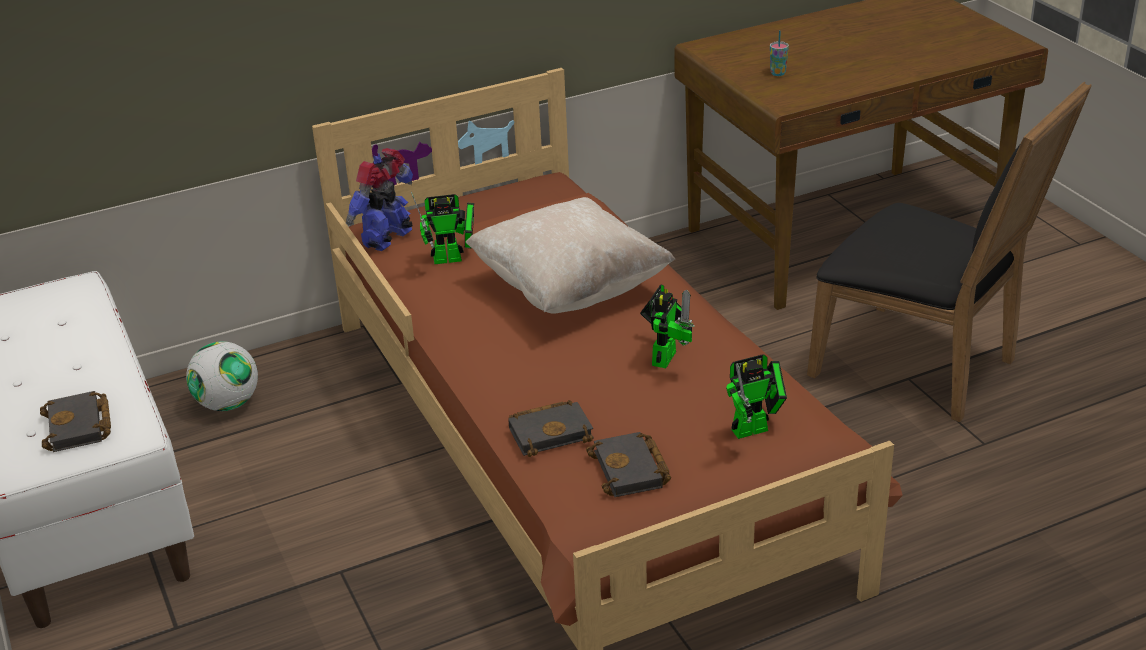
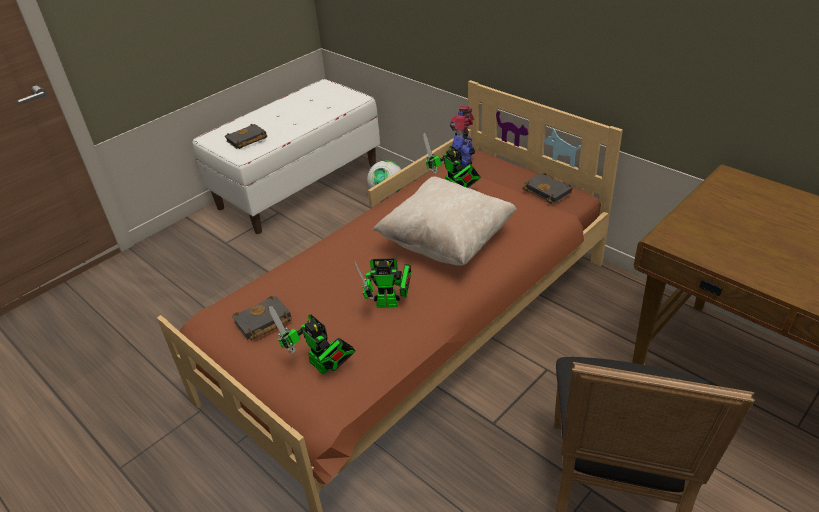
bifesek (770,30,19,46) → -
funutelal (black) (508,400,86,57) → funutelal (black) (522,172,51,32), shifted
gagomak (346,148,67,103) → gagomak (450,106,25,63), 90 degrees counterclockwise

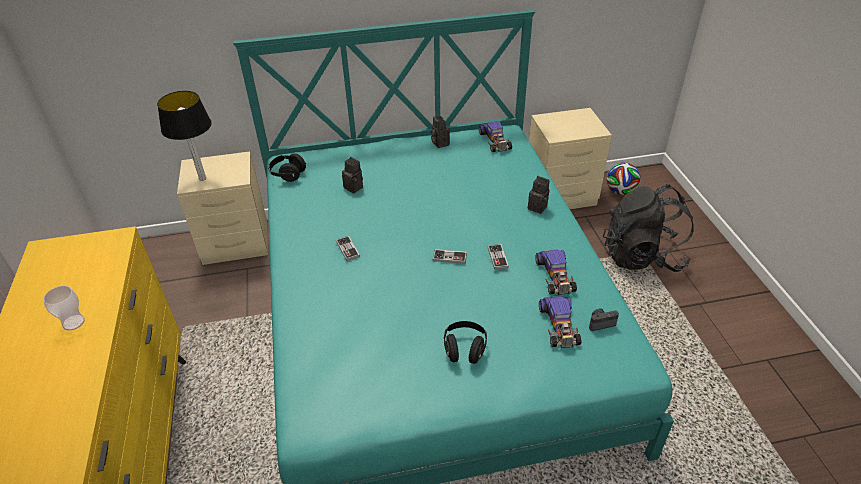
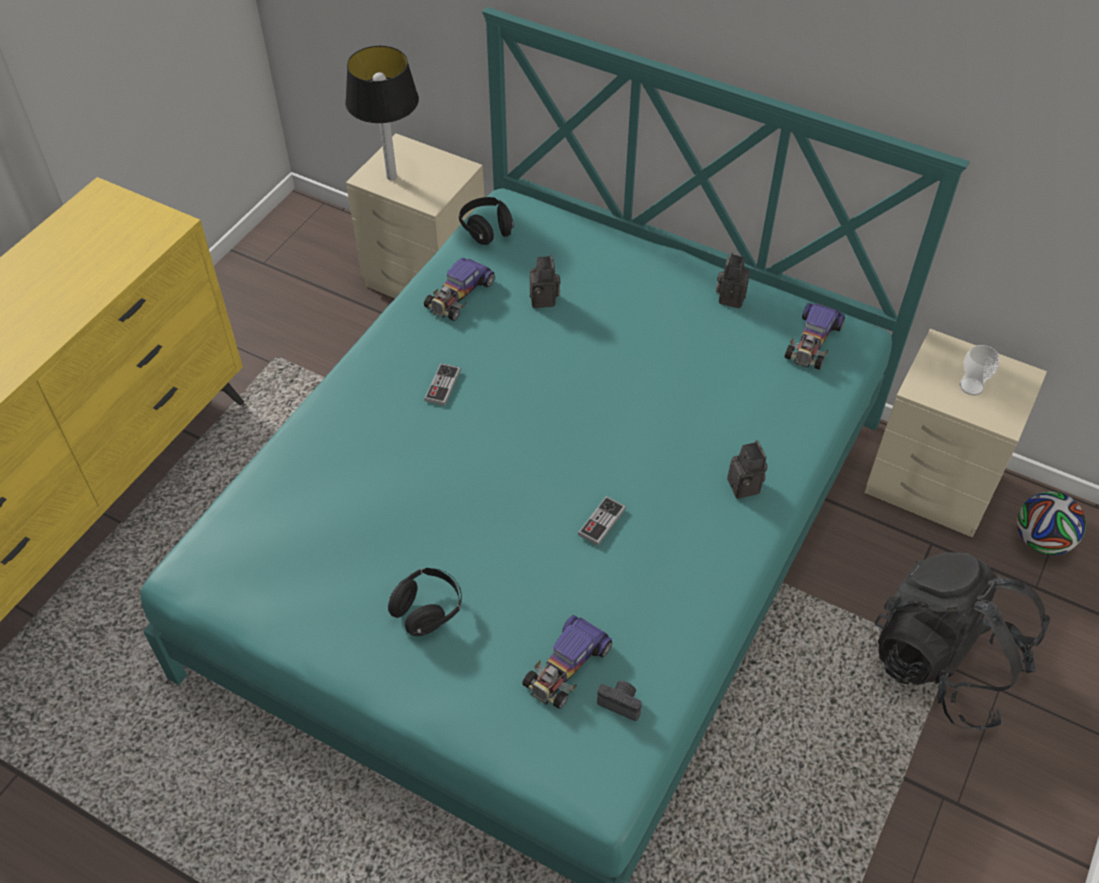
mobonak (433,249,34,15) → -
bifesek (43,286,42,45) → bifesek (960,345,39,51), shifted
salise (535,249,42,46) → salise (424,258,71,63), shifted

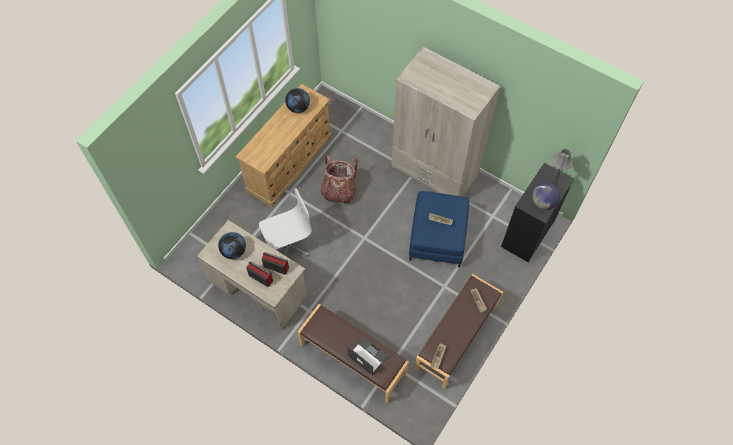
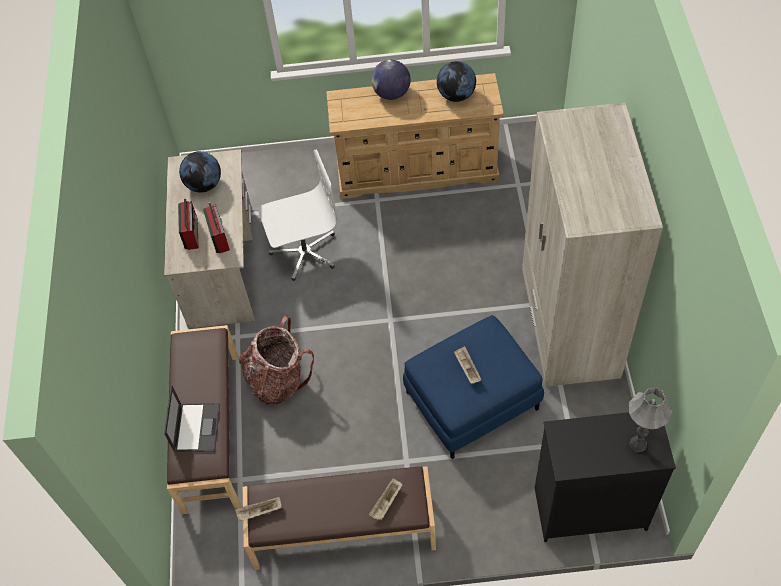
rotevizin (321,156,37,47) → rotevizin (239,316,75,89), shifted
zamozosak (532,182,28,28) → zamozosak (371,60,40,40), shifted
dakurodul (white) (259,188,53,69) → dakurodul (white) (258,150,80,131), 45 degrees counterclockwise

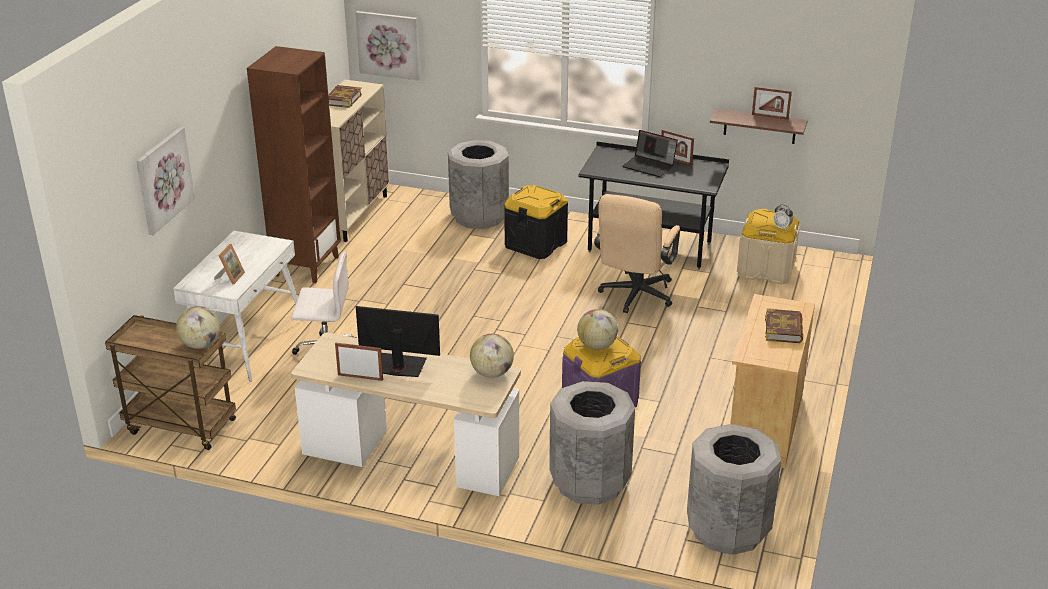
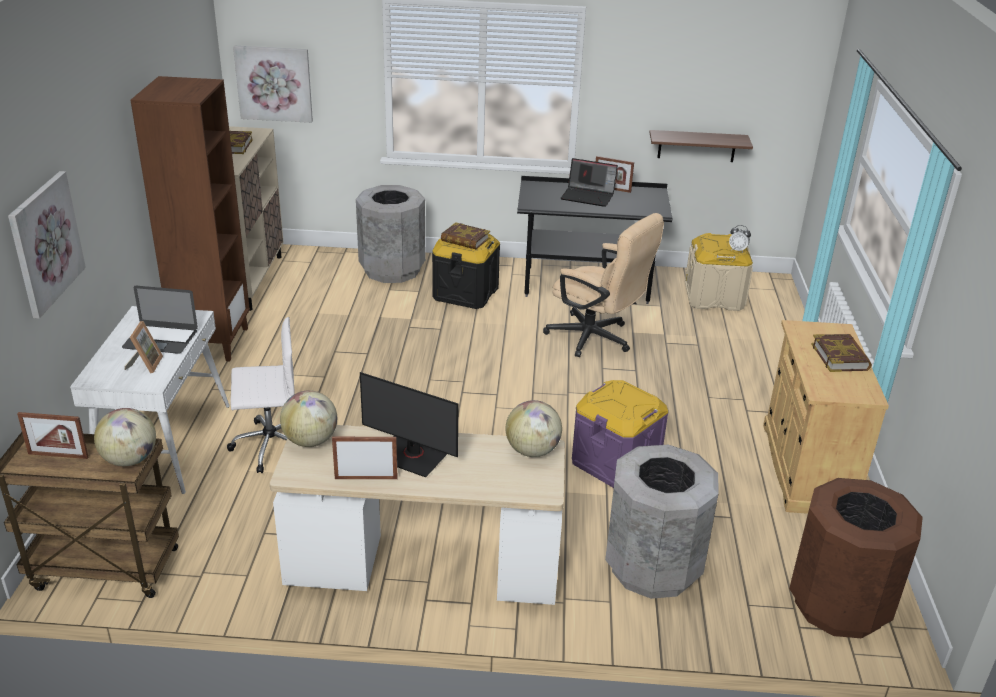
- → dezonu (122,286,76,68)
- → funutelal (441,222,49,27)
zamozosak (577,309,41,41) → zamozosak (280,390,57,57), shifted
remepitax (752,87,40,33) → remepitax (17,412,71,47), shifted
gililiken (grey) (687,424,94,131) → gililiken (brown) (789,478,134,160)
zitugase (356,306,84,71) → zitugase (360,372,99,105), 150 degrees counterclockwise
dakurodul (beige) (594,194,86,119) → dakurodul (beige) (543,213,121,144), 60 degrees counterclockwise

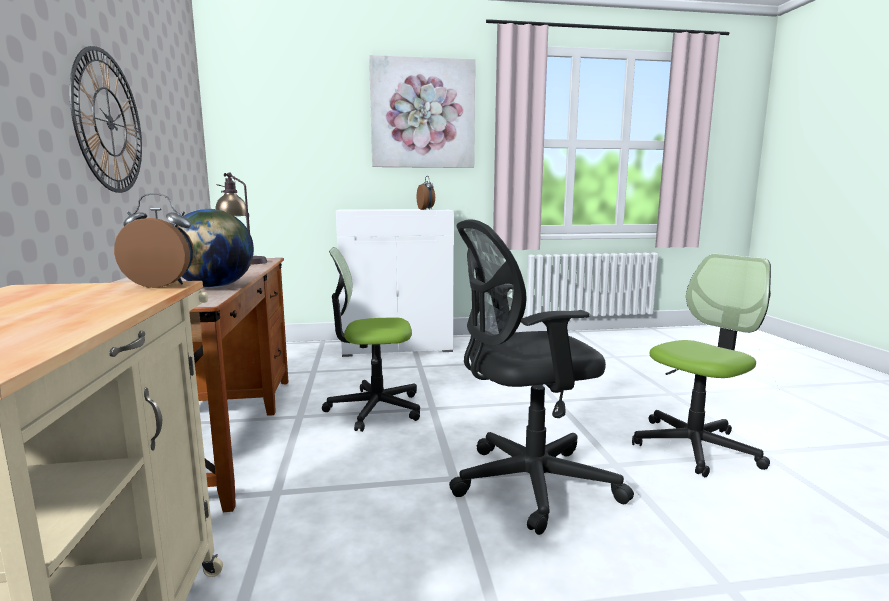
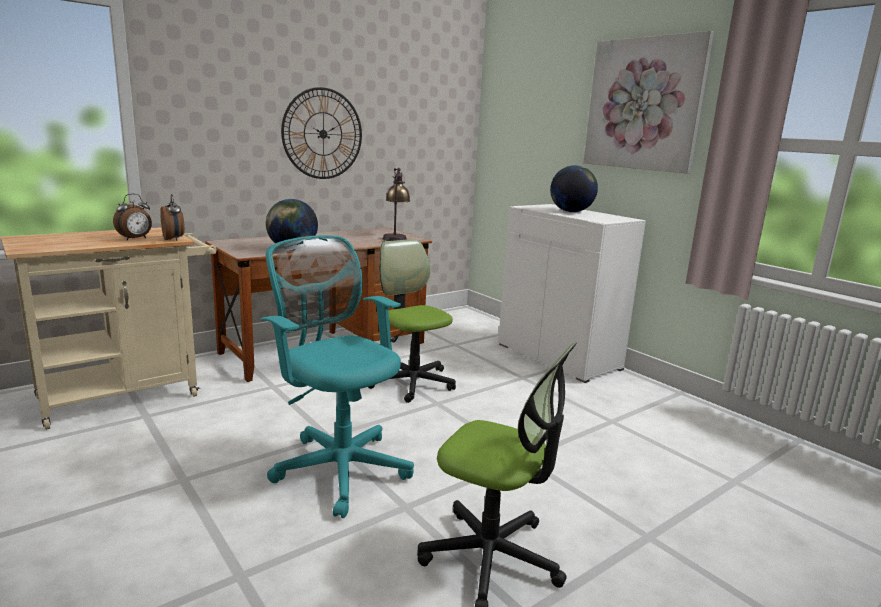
- → zamozosak (550,165,48,47)
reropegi (417,176,18,34) → reropegi (113,194,39,46), shifted
dakurodul (black) (449,219,185,316) → dakurodul (turquoise) (260,235,154,283)

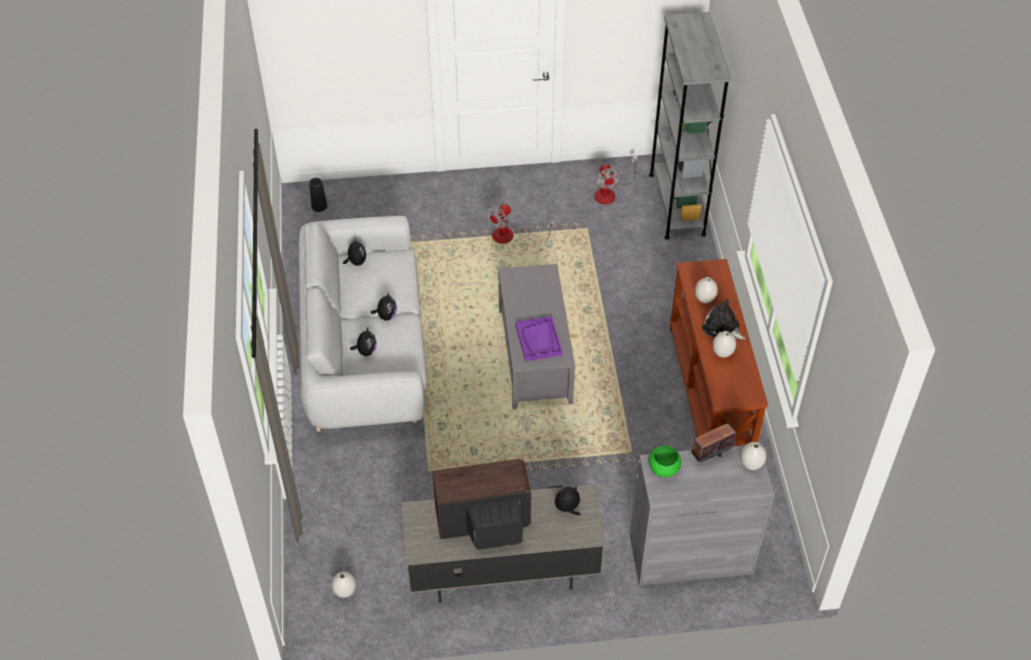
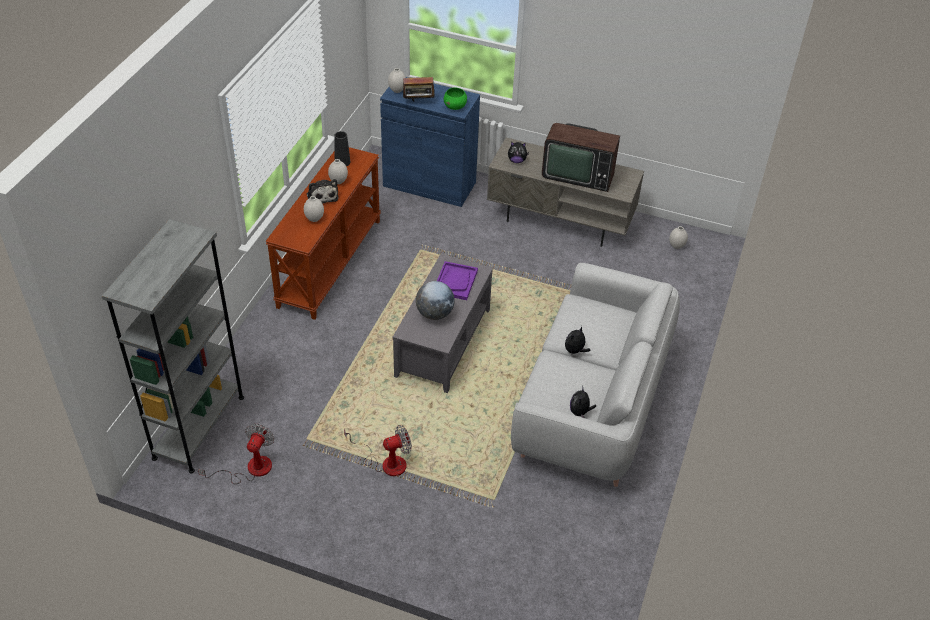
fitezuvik (350,328,27,28) → -
- → zamozosak (416,281,39,39)
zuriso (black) (309,178,18,34) → zuriso (black) (334,131,16,35), shifted
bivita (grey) (630,445,144,141) → bivita (blue) (380,77,100,130)

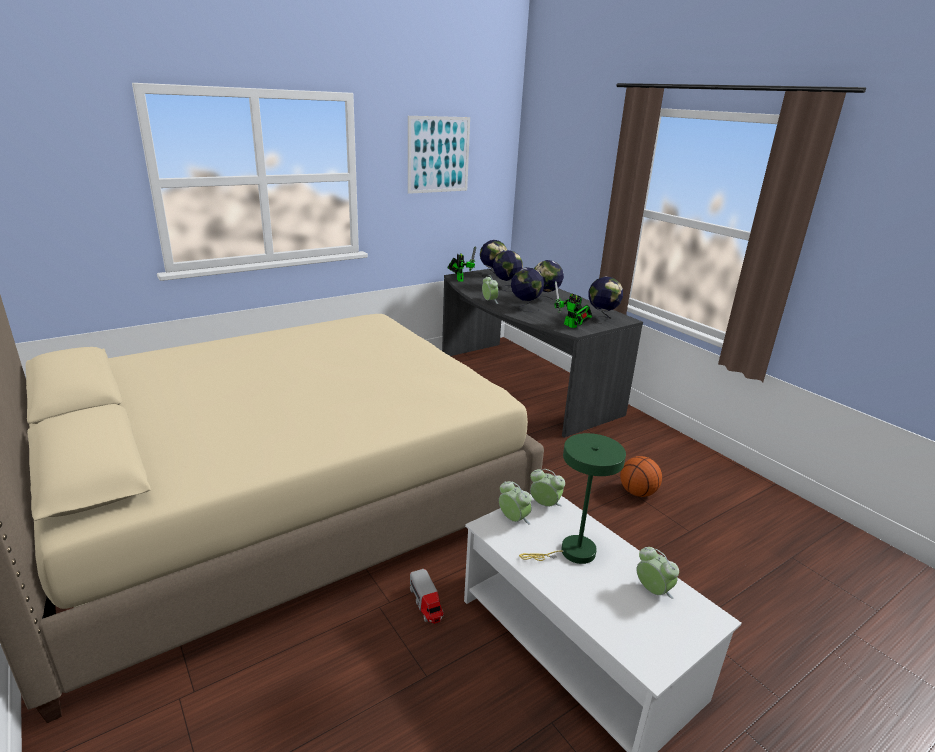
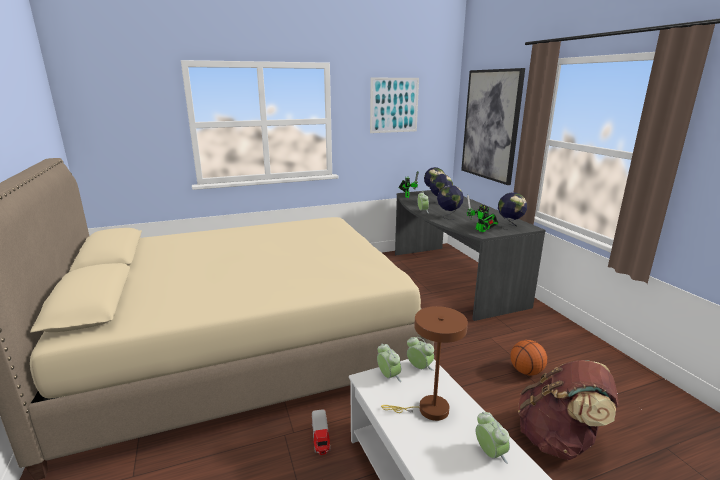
zamozosak (534,260,30,42) → -
- → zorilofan (461,68,64,117)
- → rotevizin (brown) (518,360,101,100)
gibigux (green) (519,433,107,131) → gibigux (brown) (381,306,87,115)

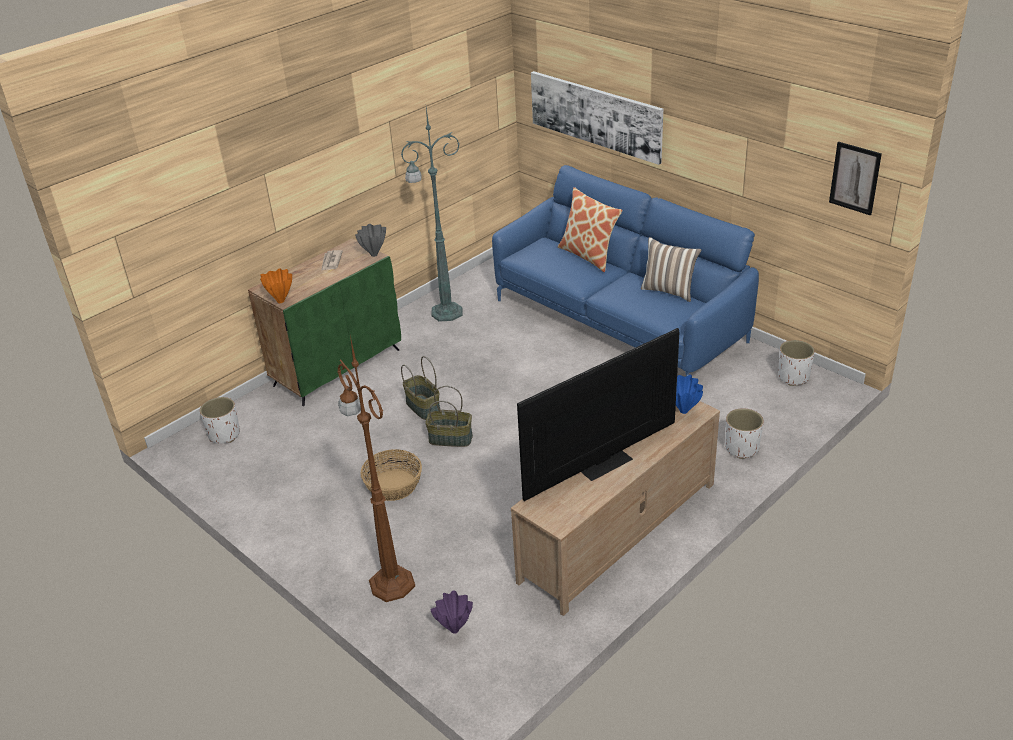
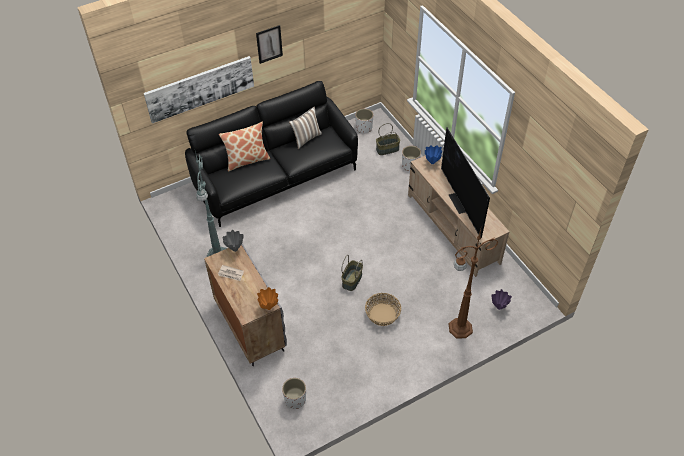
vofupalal (401,356,39,64) → vofupalal (376,123,24,32), shifted
zorilofan (829,142,53,74) → zorilofan (256,25,27,39), shifted
bivita (green) (248,238,153,168) → bivita (grey) (204,243,83,123)
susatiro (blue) (492,165,267,211) → susatiro (black) (185,81,173,146)

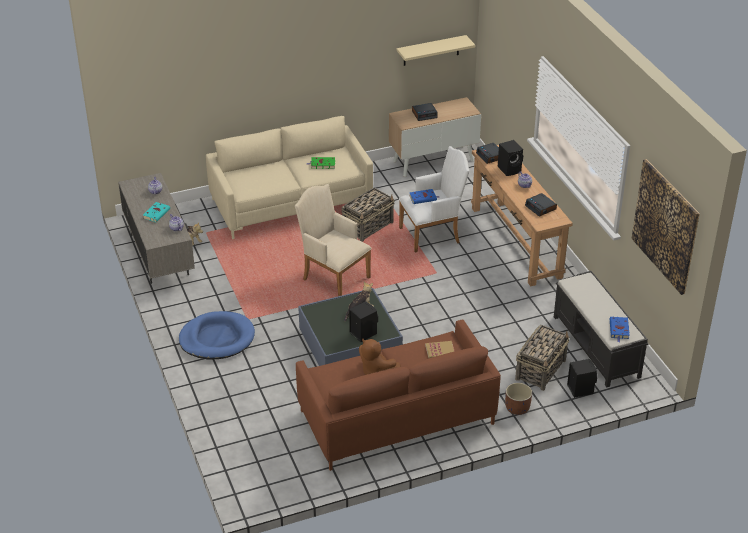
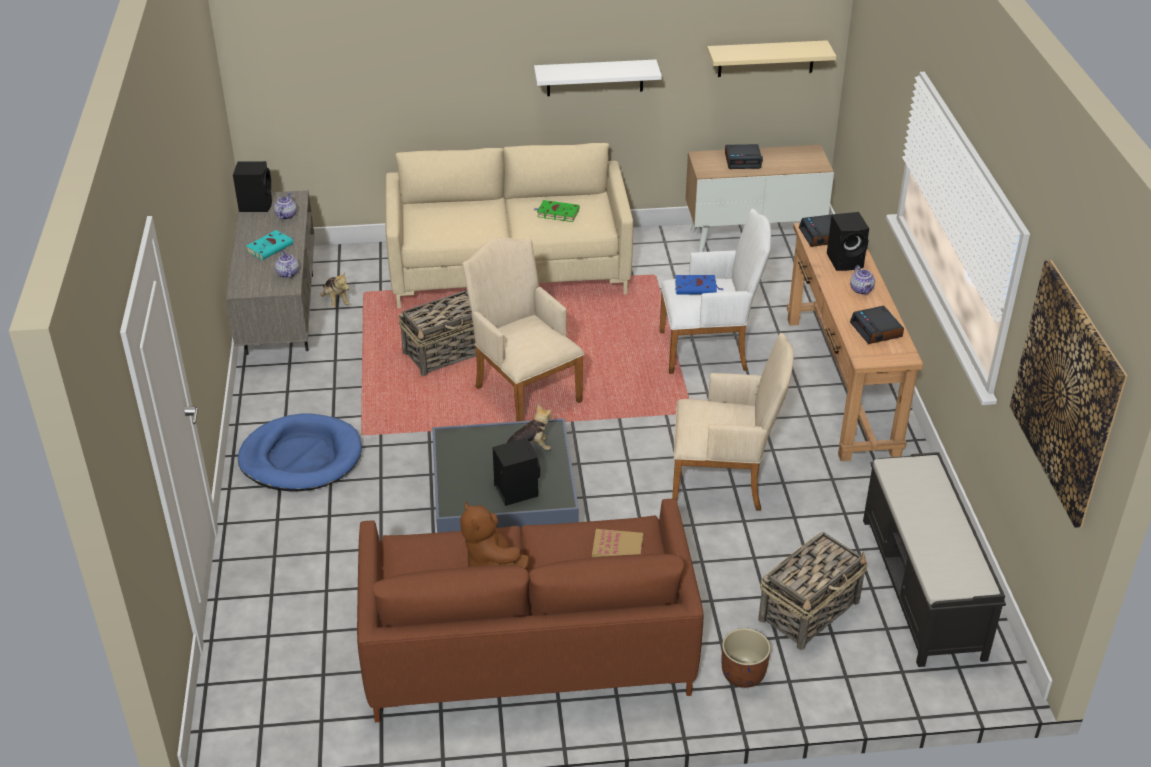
funutelal (blue) (609,317,21,25) → -
- → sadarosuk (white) (534,60,128,36)
- → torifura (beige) (672,333,122,178)
vofupalal (341,187,54,55) → vofupalal (399,290,77,86), shifted
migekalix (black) (567,359,30,39) → migekalix (black) (233,161,39,51), shifted

